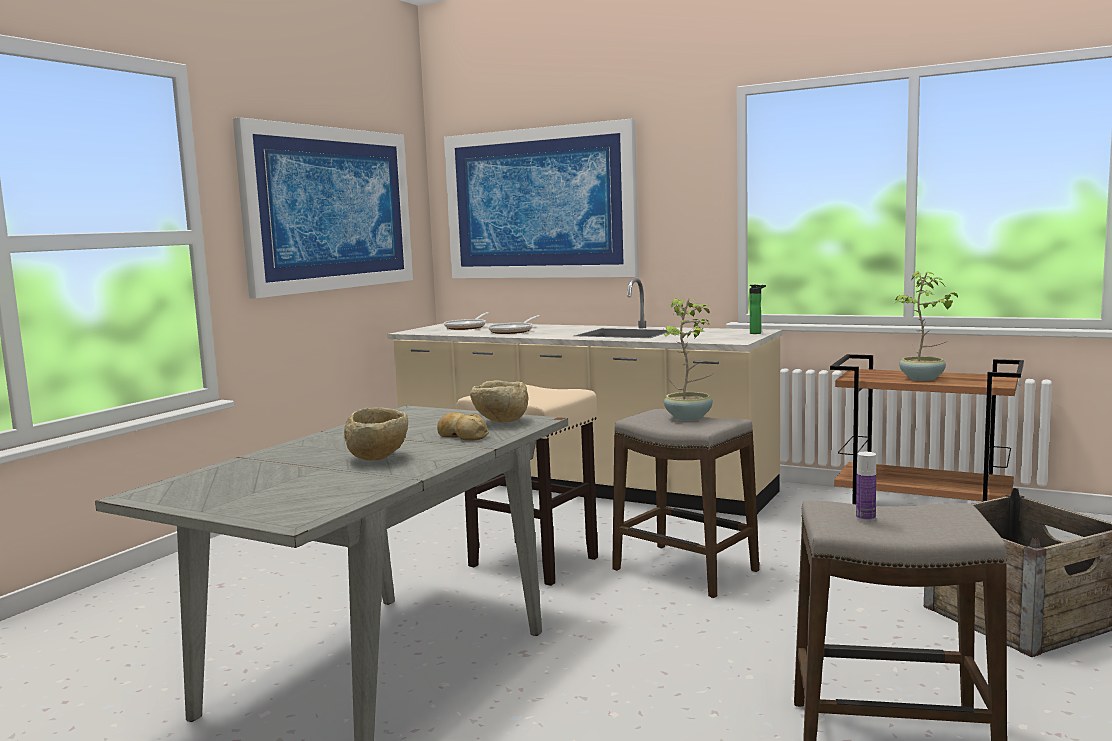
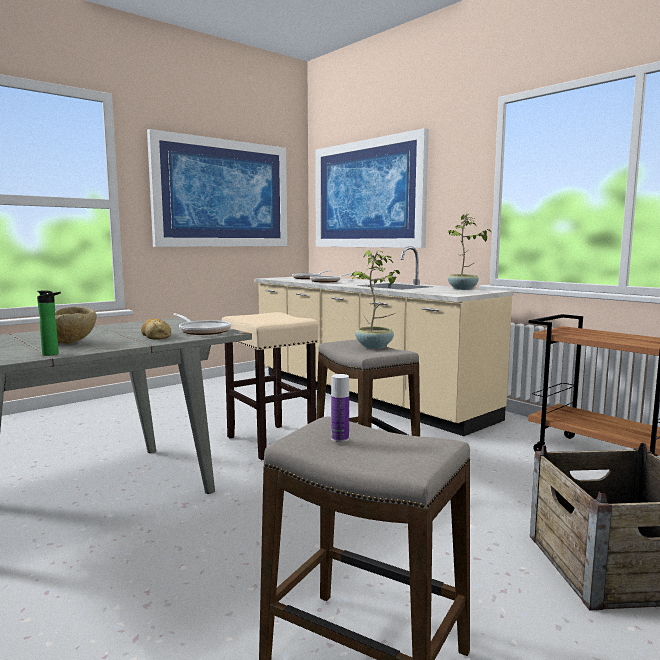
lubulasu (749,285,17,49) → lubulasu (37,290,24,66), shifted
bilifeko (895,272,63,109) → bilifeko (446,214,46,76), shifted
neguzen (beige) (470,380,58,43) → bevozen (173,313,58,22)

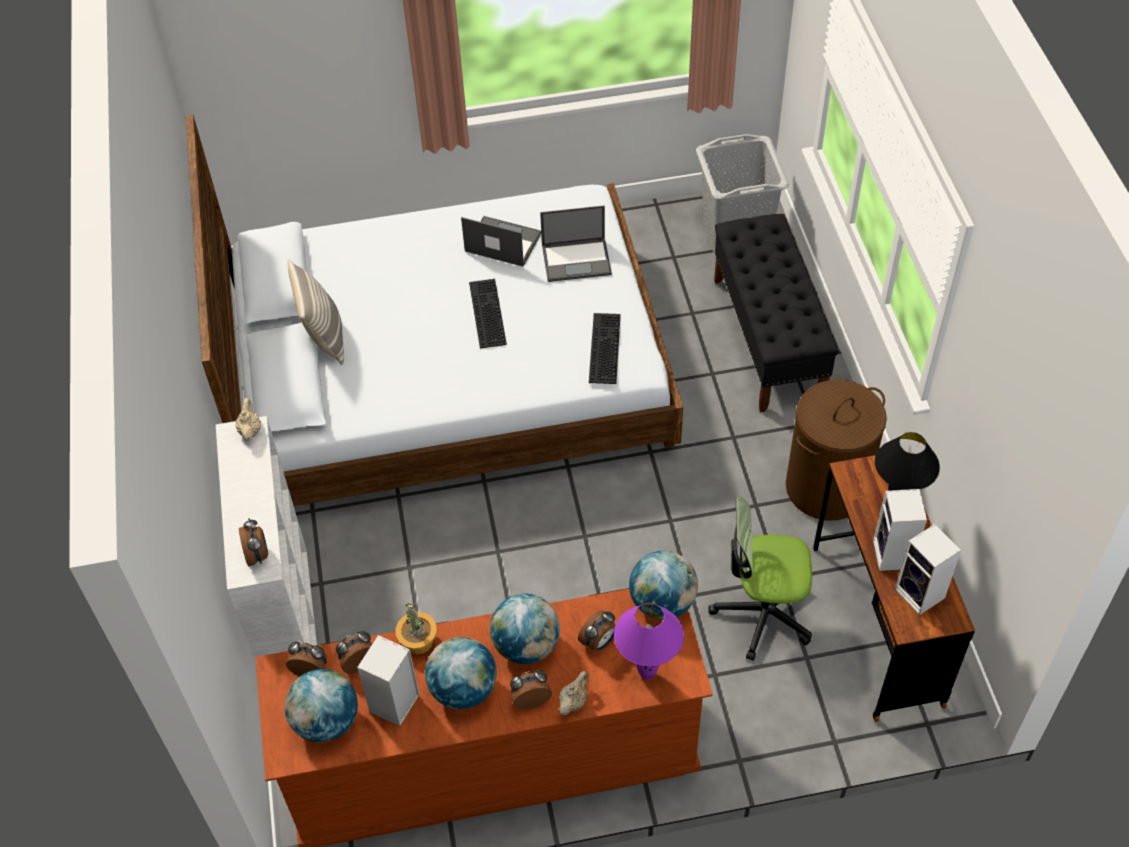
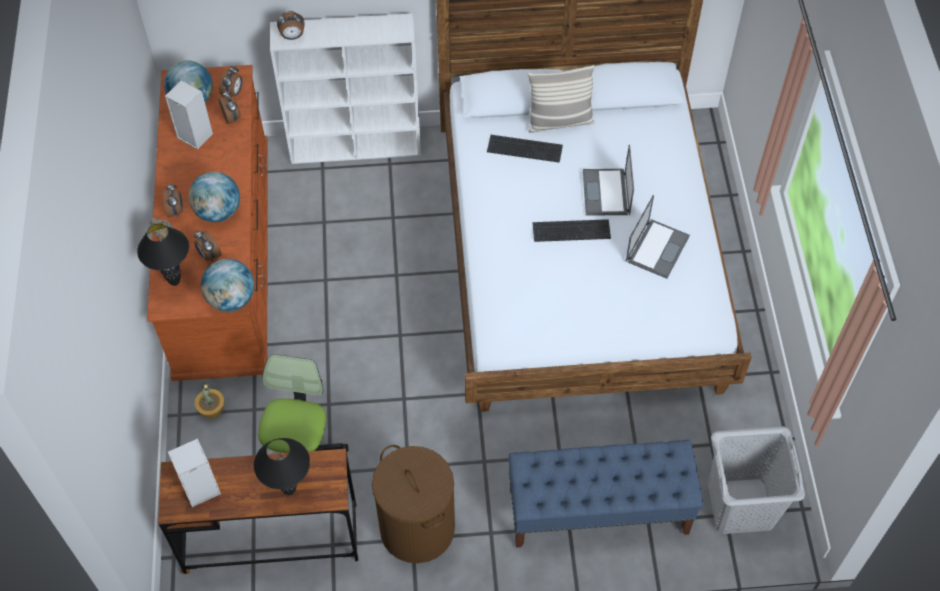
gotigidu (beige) (235,398,26,43) → -
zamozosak (425,637,72,72) → -
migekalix (873,489,54,82) → -
bilifeko (395,603,42,51) → bilifeko (195,382,29,37), shifted
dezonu (540,205,72,77) → dezonu (583,145,51,71), shifted
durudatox (589,313,32,71) → durudatox (487,135,76,28), shifted
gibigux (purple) (614,603,70,77) → gibigux (black) (137,224,52,62)
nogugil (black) (714,214,125,198) → nogugil (blue) (508,440,195,108)

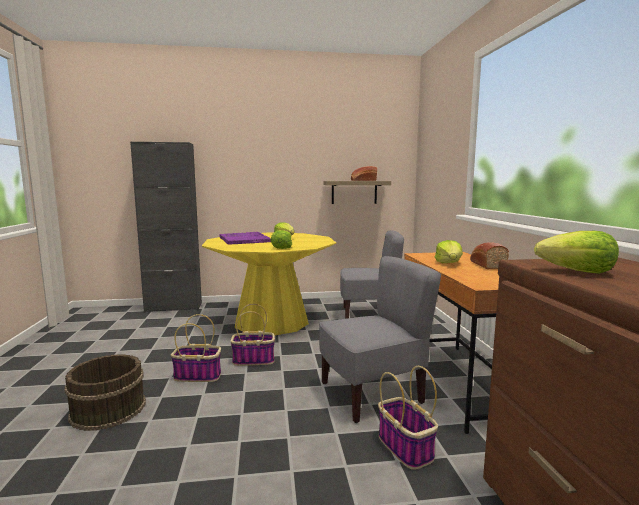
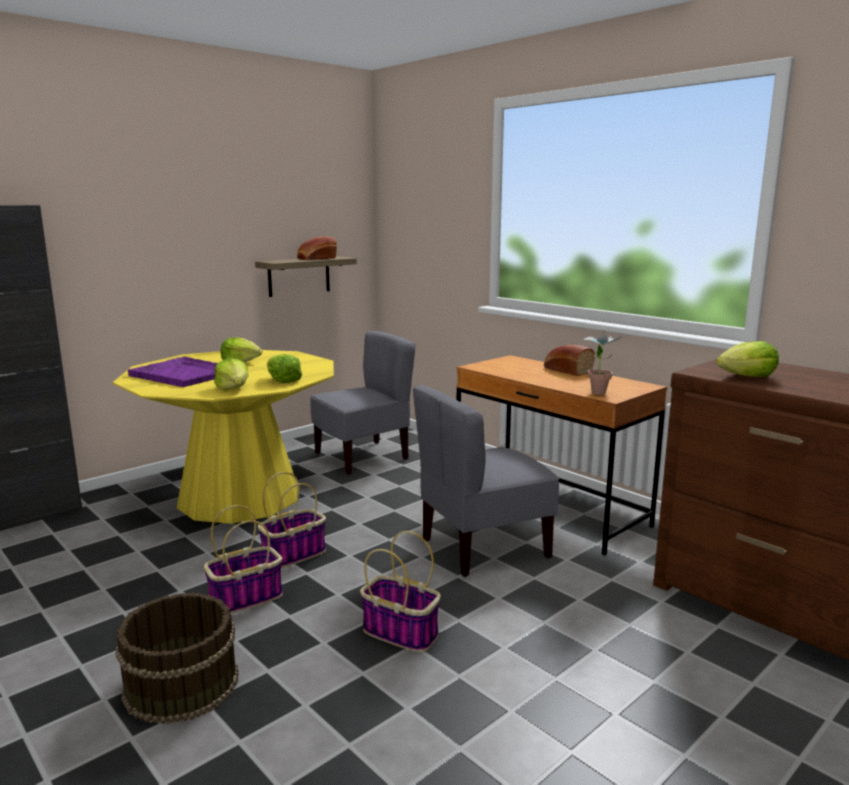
- → bilifeko (583,330,40,65)
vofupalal (378,366,60,104) → vofupalal (360,531,81,122), shifted
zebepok (435,240,28,23) → zebepok (214,359,35,31), shifted
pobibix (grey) (319,256,122,167) → pobibix (grey) (413,385,146,192), 150 degrees counterclockwise

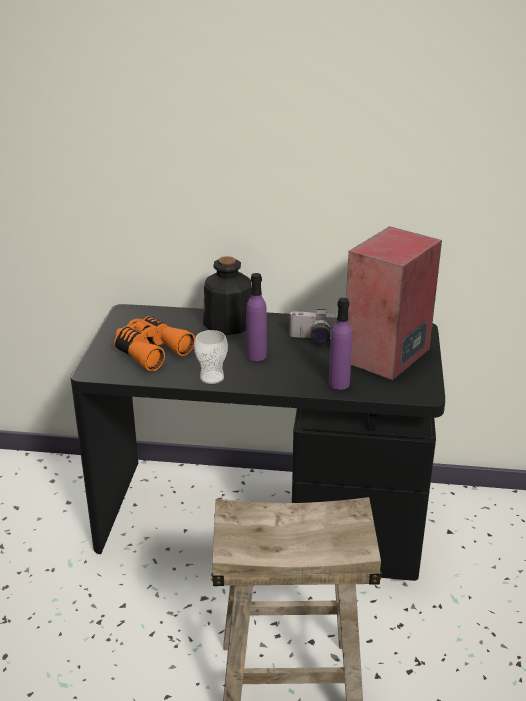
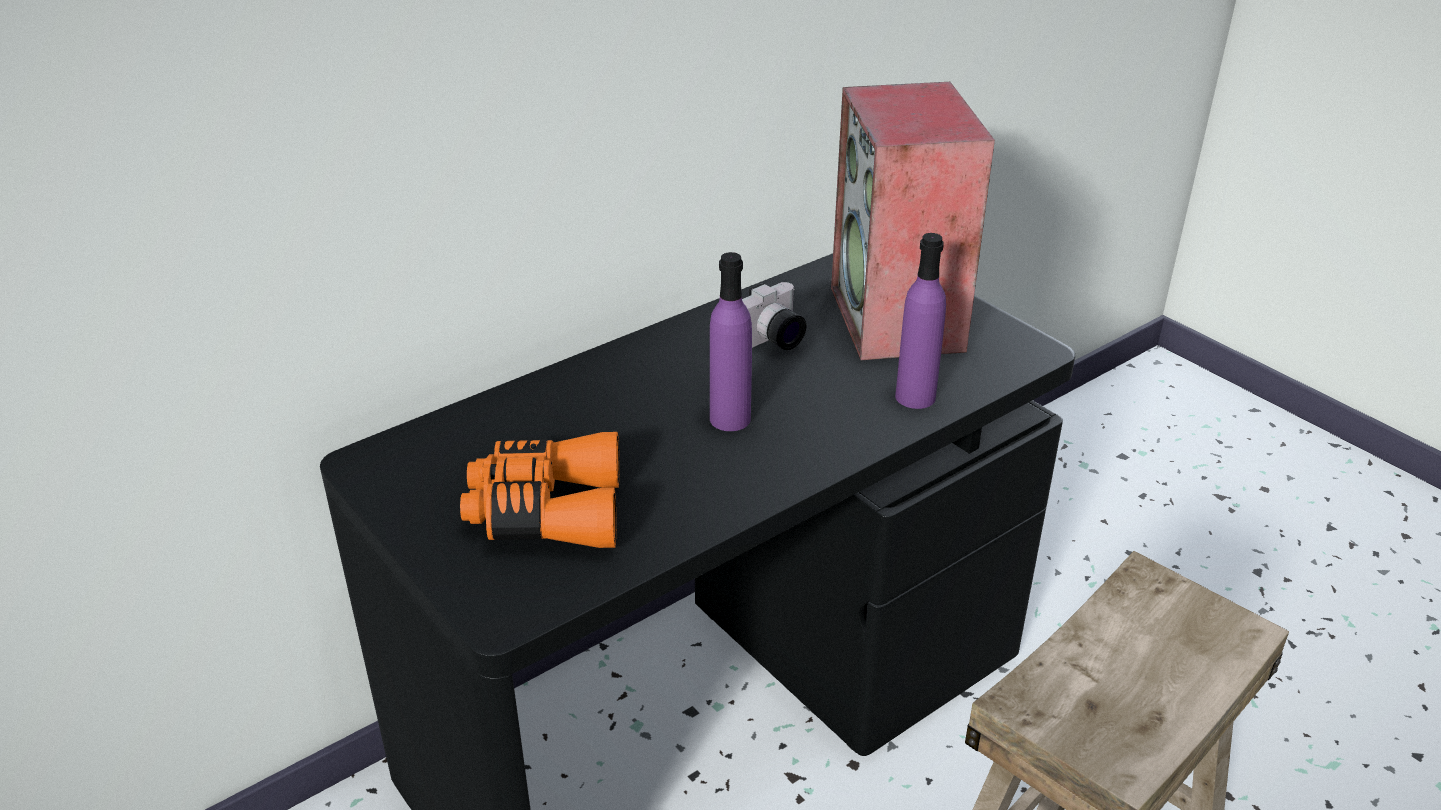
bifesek (194,330,34,54) → -
lubulasu (203,256,49,79) → -

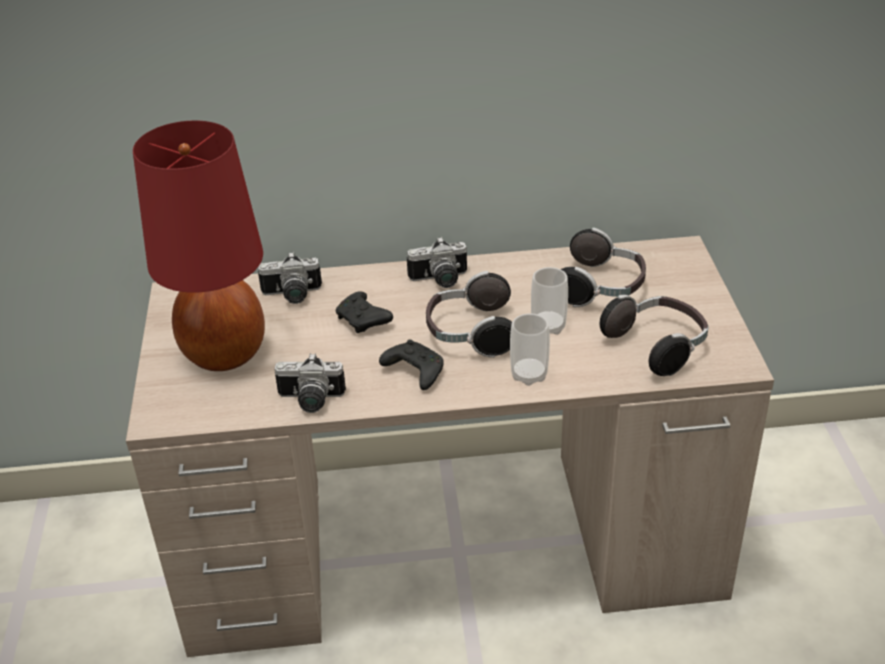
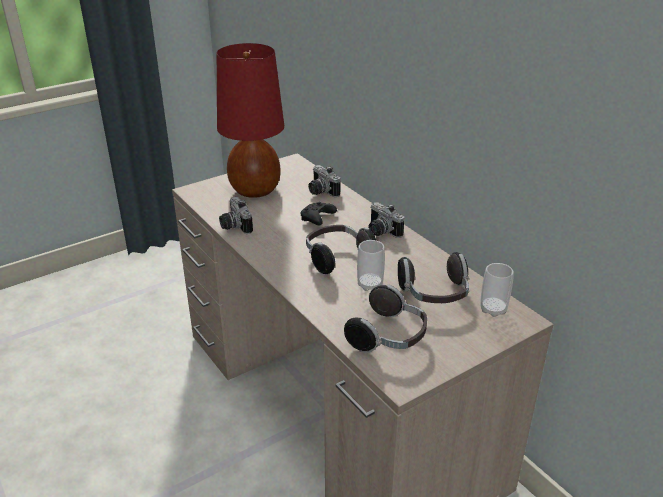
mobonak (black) (379,339,65,51) → -
bifesek (510,313,40,73) → bifesek (480,263,34,54), shifted

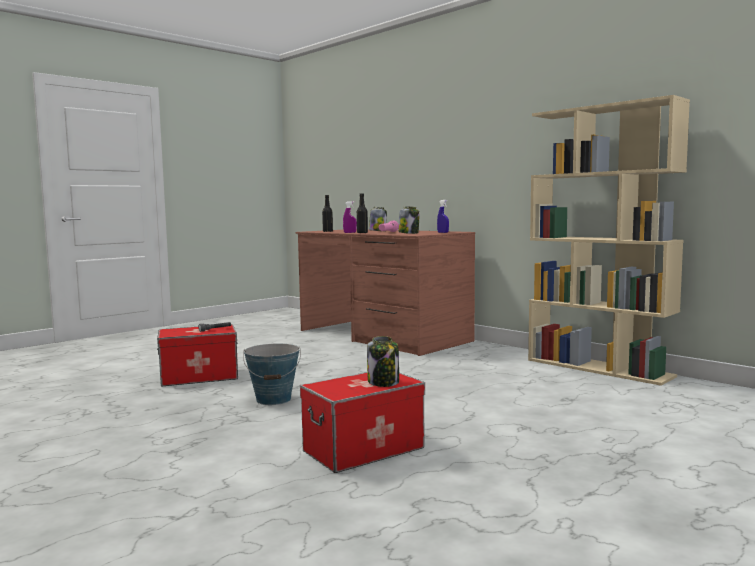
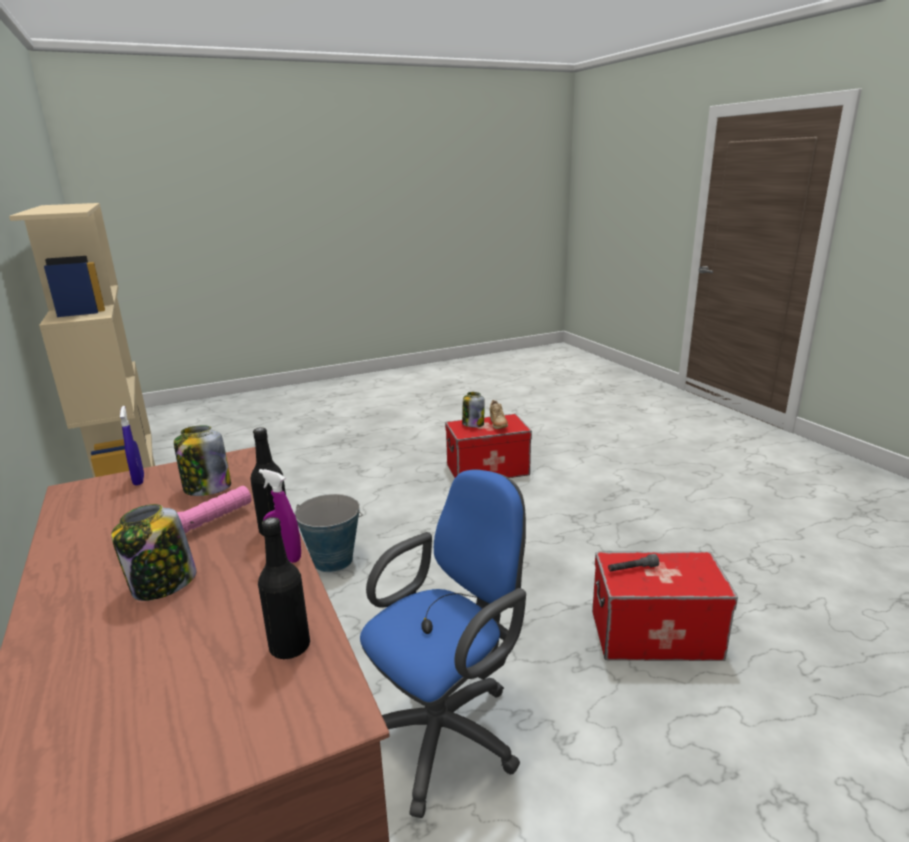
- → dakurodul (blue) (360,470,166,348)
- → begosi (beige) (490,400,18,29)
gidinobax (243,344,58,61) → gidinobax (294,494,68,78), shifted

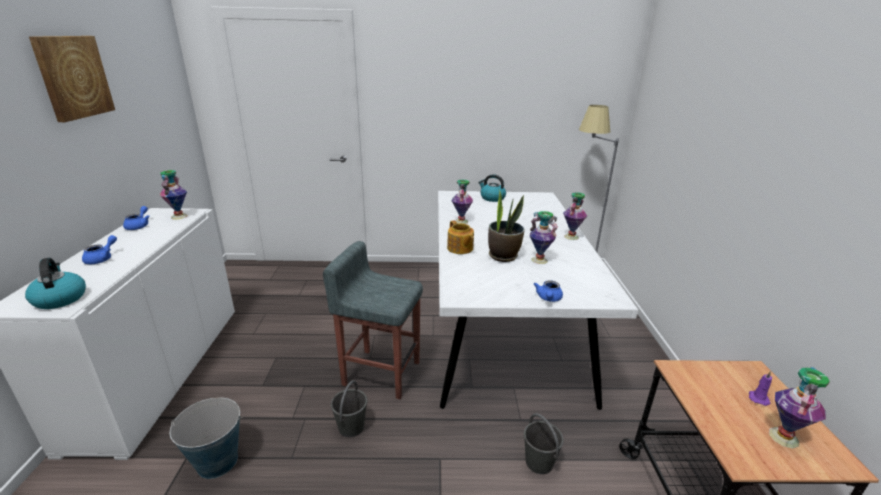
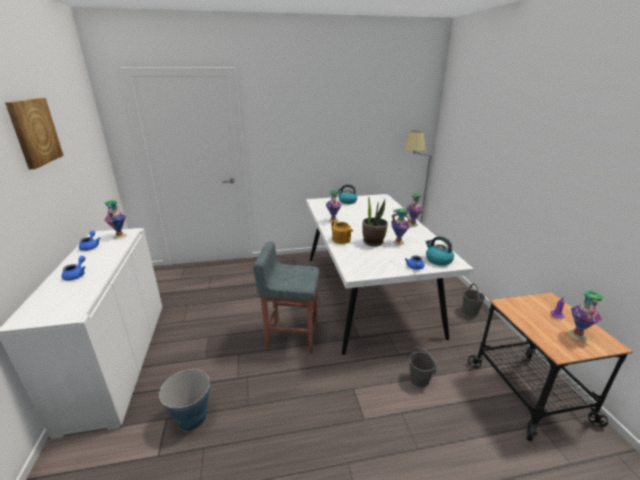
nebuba (25,258,61,51) → nebuba (425,236,29,30), shifted
gidinobax (grey) (331,380,36,57) → gidinobax (grey) (463,283,22,33), shifted

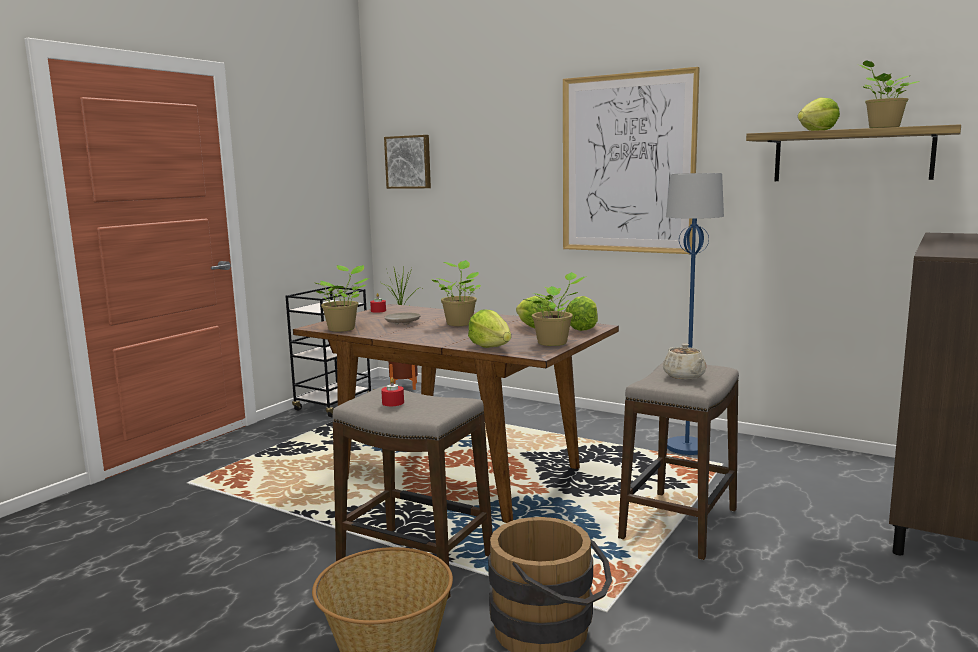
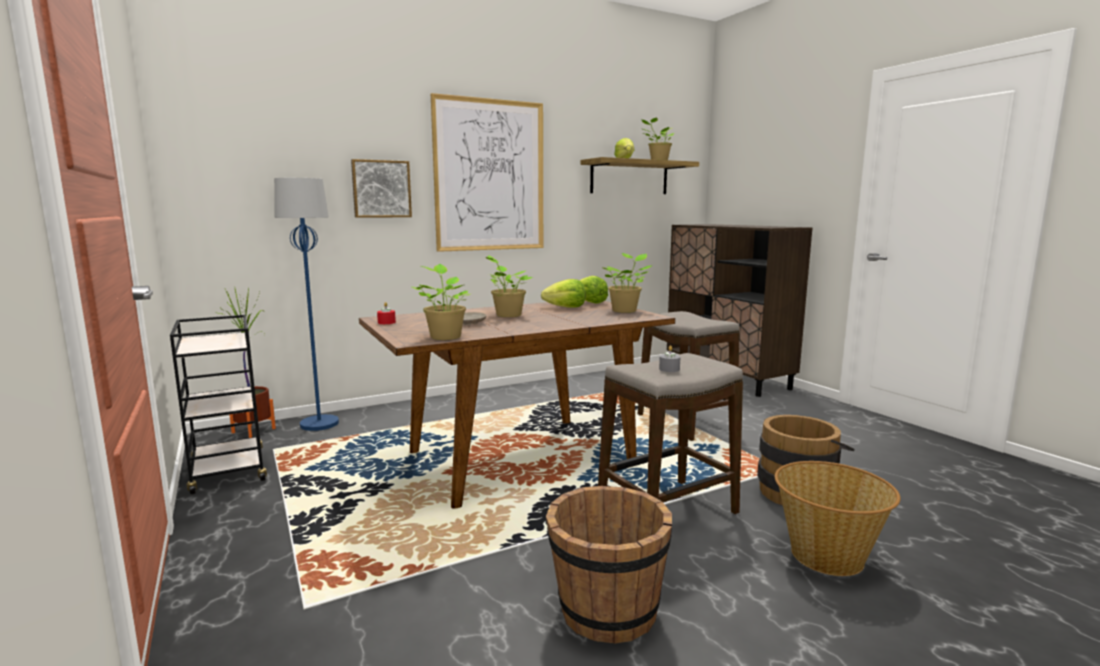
zebepok (468,309,43,39) → -
gotigidu (beige) (663,343,43,36) → -
- → gidinobax (brown) (546,486,126,158)
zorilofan (384,135,47,54) → zorilofan (351,159,61,59), shifted
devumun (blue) (666,173,58,282) → devumun (blue) (274,178,65,253), shifted
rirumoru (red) (381,377,23,29) → rirumoru (grey) (659,346,21,26)

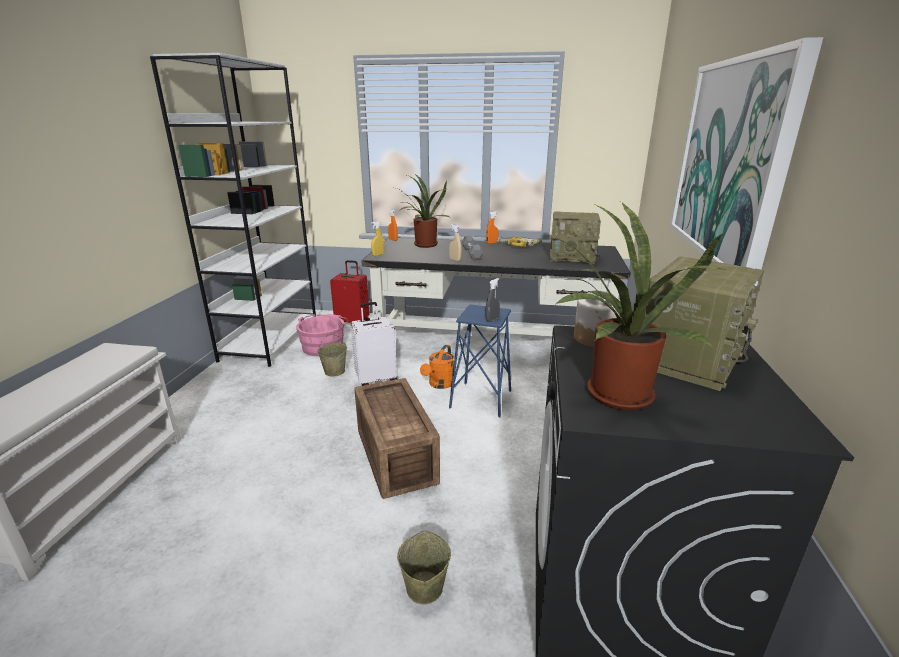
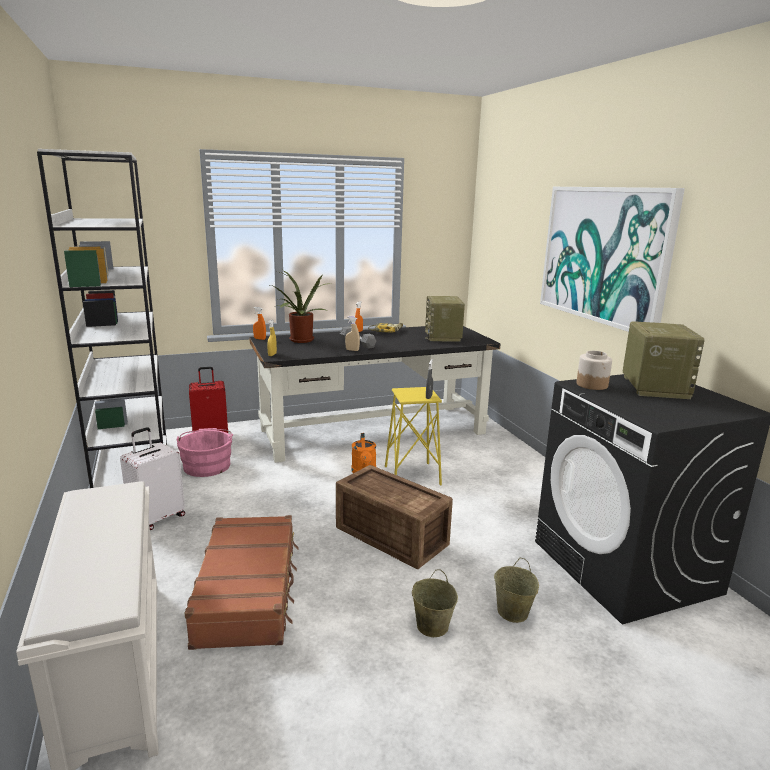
bilifeko (554,202,174,208) → -
- → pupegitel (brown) (184,515,114,135)
gidinobax (beige) (318,334,29,43) → gidinobax (beige) (412,569,46,68), shifted
pupegitel (white) (351,302,46,84) → pupegitel (white) (120,427,65,103), shifted
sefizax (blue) (449,304,62,113) → sefizax (yellow) (385,387,57,98)
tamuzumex (550,211,51,53) → tamuzumex (425,296,40,46), 105 degrees clockwise

